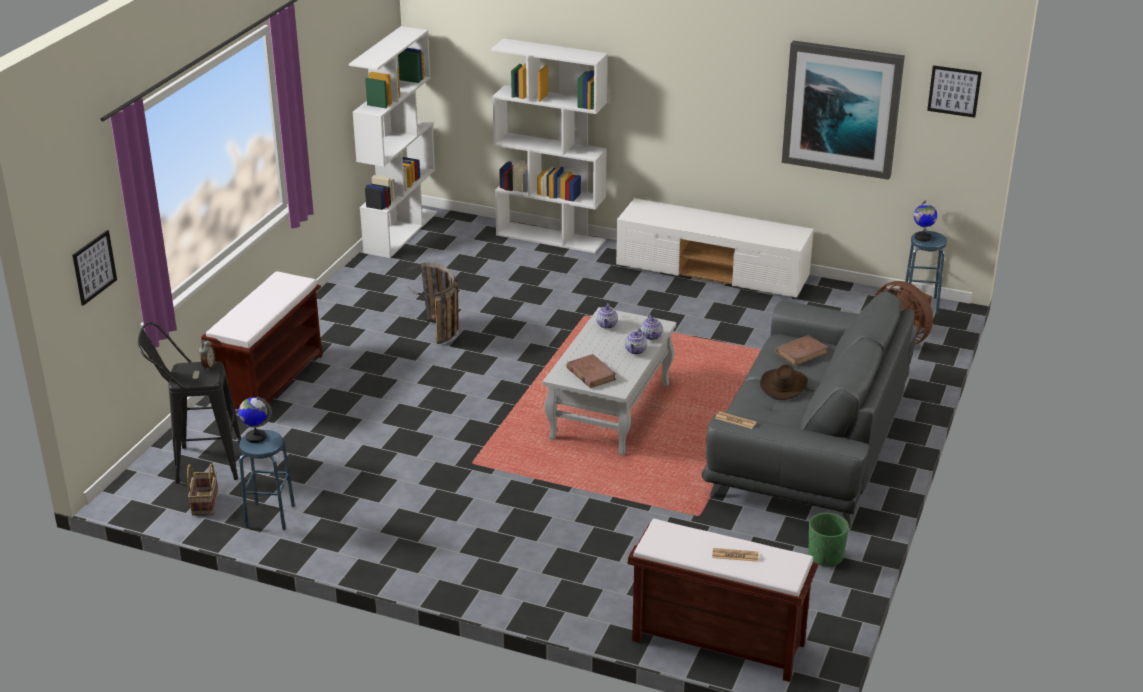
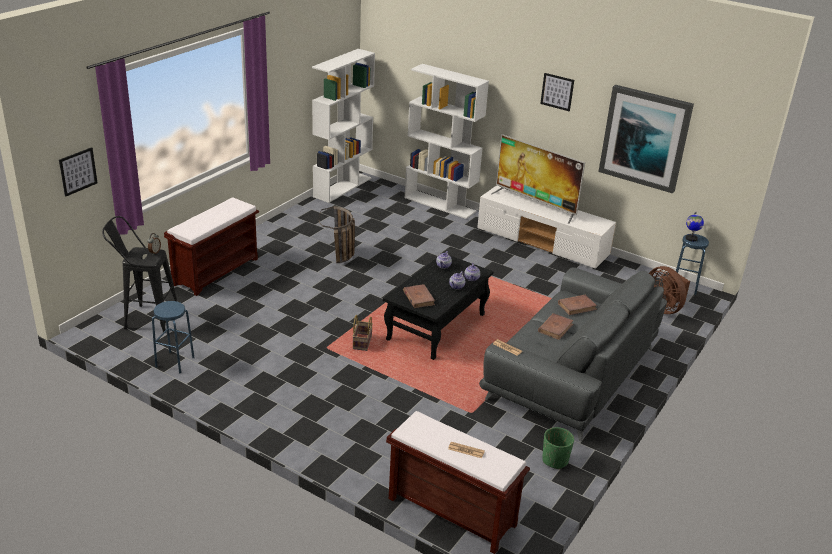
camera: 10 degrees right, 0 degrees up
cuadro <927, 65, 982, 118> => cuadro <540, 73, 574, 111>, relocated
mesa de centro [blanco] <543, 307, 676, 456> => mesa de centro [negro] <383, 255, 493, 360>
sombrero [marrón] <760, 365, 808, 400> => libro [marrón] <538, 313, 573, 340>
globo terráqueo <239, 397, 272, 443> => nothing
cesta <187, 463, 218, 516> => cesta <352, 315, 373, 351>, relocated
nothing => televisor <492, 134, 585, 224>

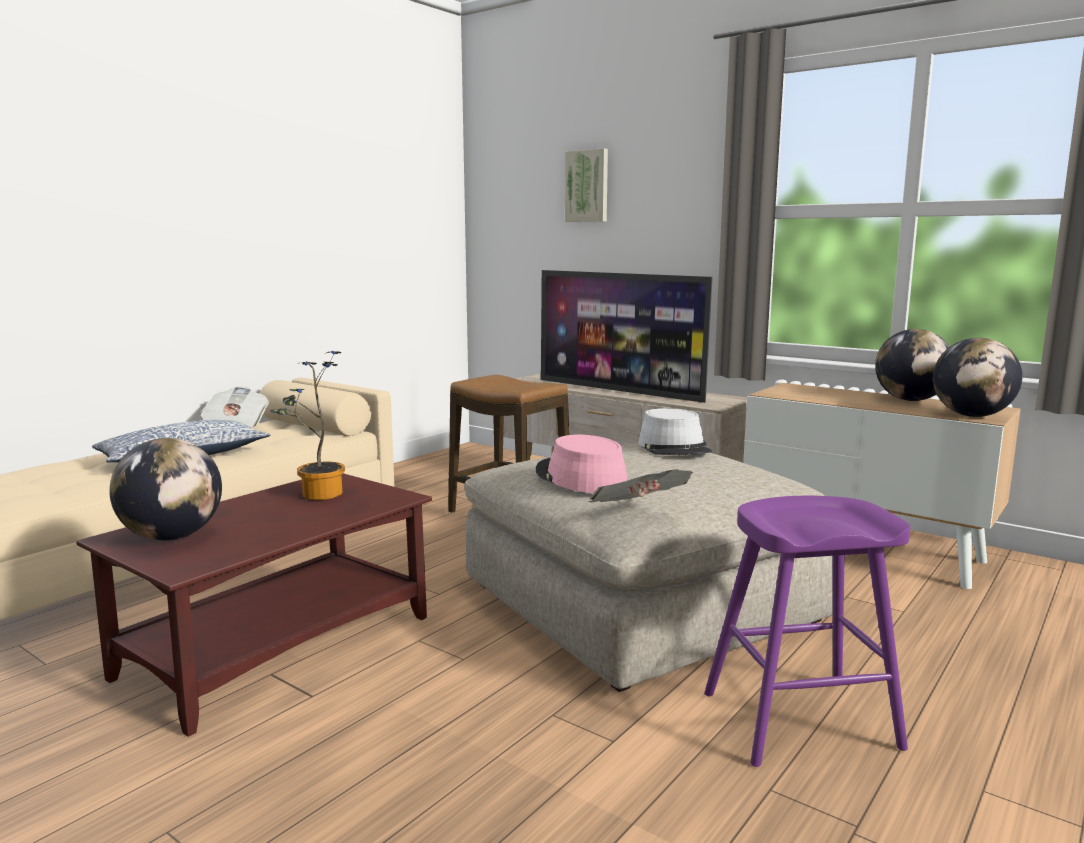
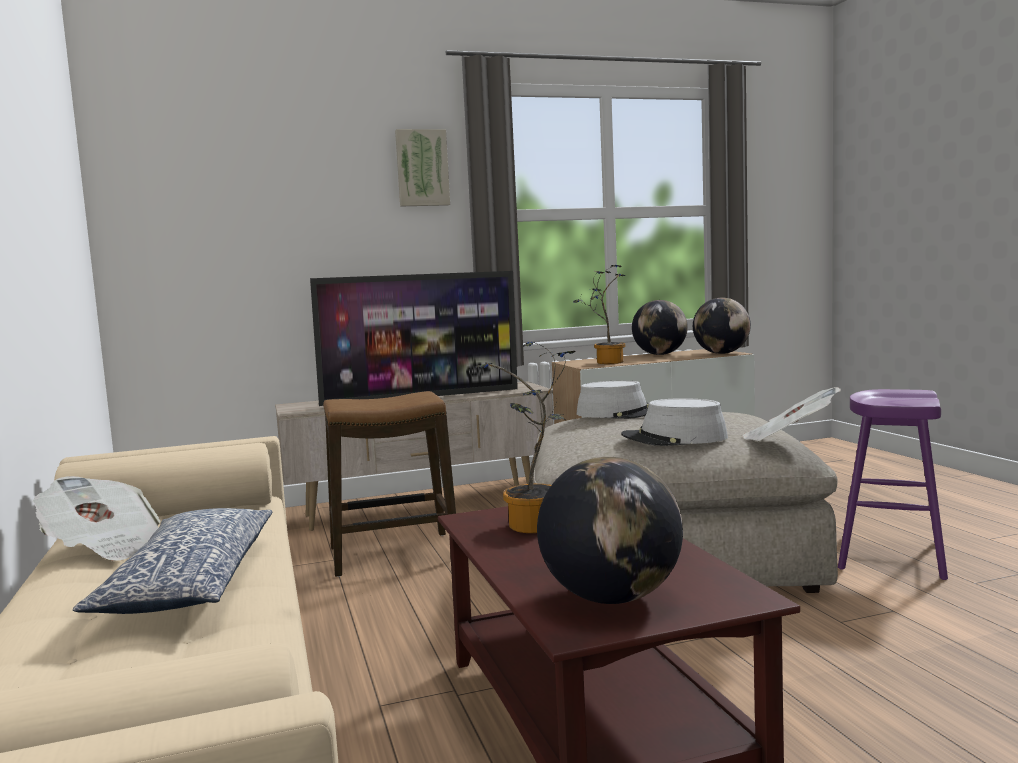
camera: 55 degrees left, 5 degrees down
cuadro <565, 148, 608, 222> => cuadro <395, 129, 450, 207>, relocated
sombrero [rosa] <536, 435, 627, 493> => sombrero [gris] <621, 398, 728, 446>
nothing => planta en maceta <573, 265, 625, 364>

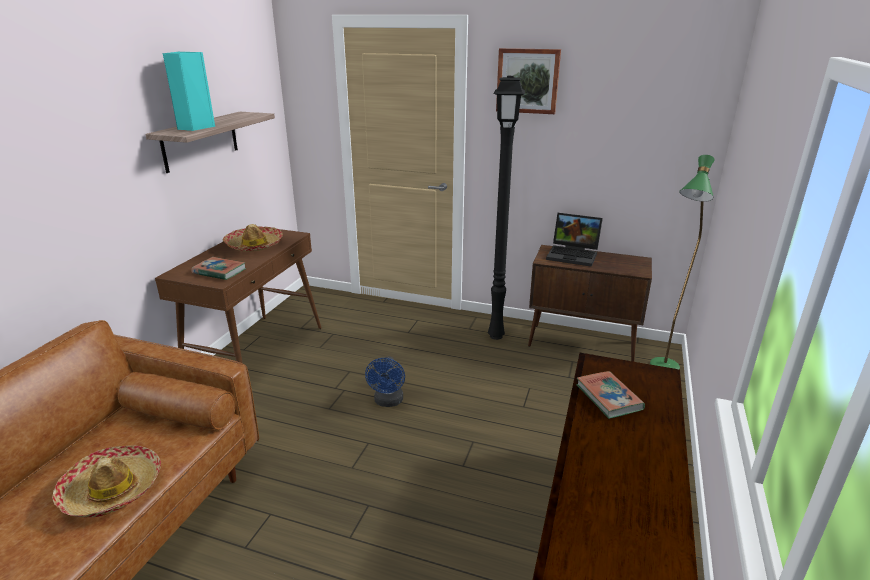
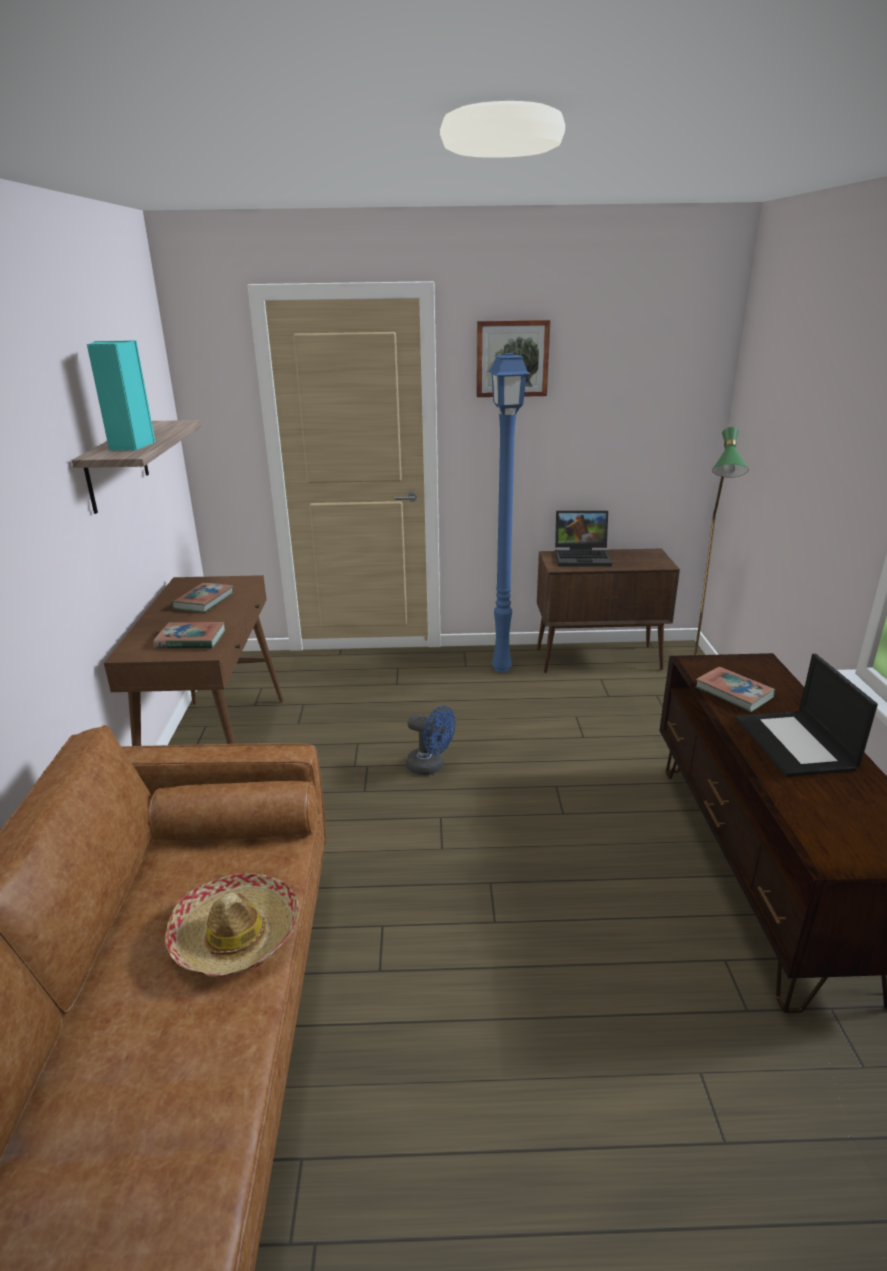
camera: 20 degrees left, 0 degrees up
lámpara de pie [negro] <488, 76, 525, 340> => lámpara de pie [azul] <487, 353, 531, 673>
sombrero <223, 224, 283, 252> => libro <172, 583, 233, 612>
ventilador [azul] <365, 356, 405, 407> => ventilador [azul] <406, 706, 455, 776>, 45 degrees counterclockwise
nothing => portátil <736, 654, 878, 777>

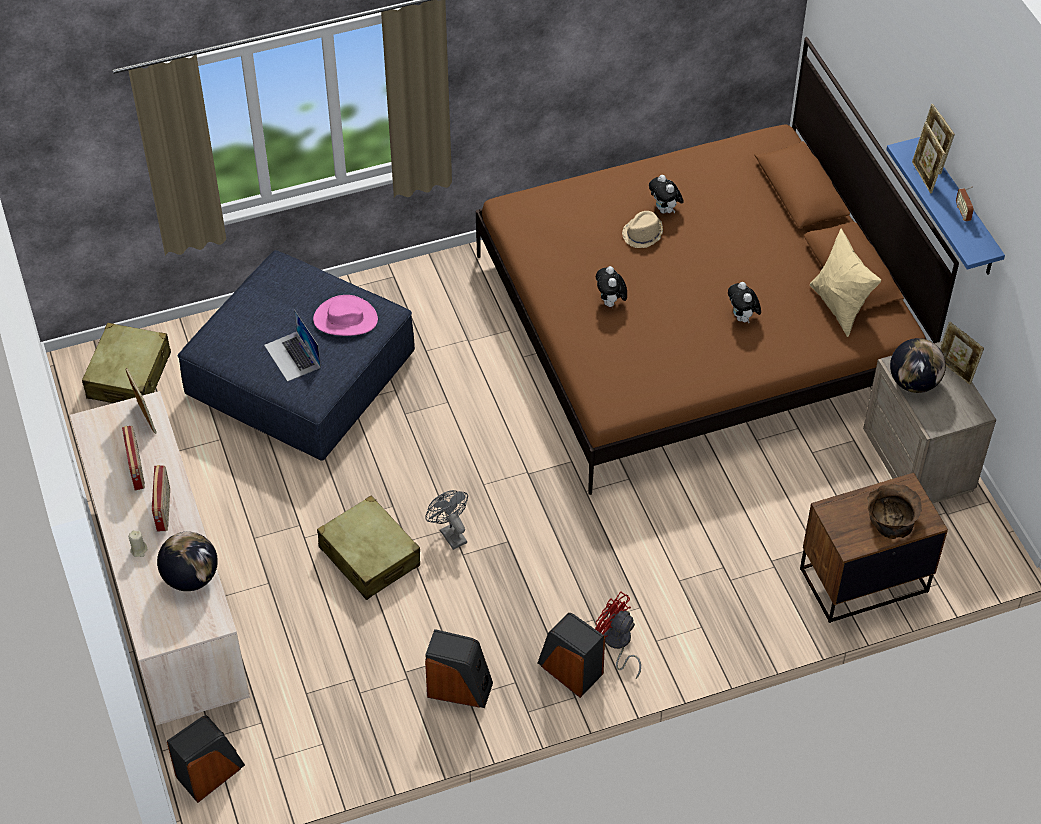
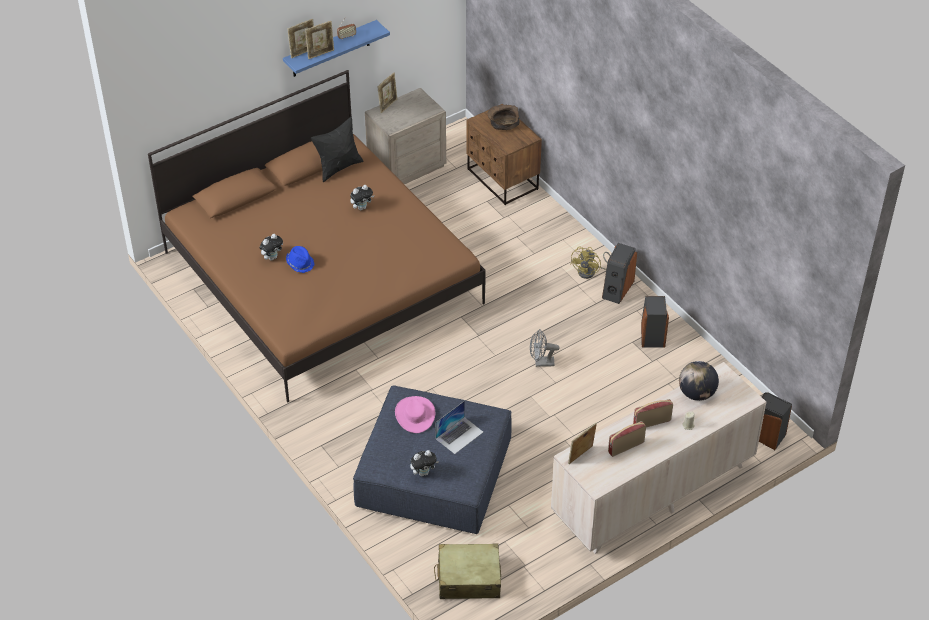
camera: 105 degrees left, 5 degrees down
sombrero [beis] <622, 211, 663, 248> => sombrero [azul] <286, 246, 314, 273>
cojín [beis] <810, 229, 881, 337> => cojín [negro] <311, 116, 363, 182>
peluche <596, 266, 627, 308> => peluche <410, 450, 439, 476>, relocated
globo terráqueo <890, 338, 946, 393> => nothing
ventilador [gris] <425, 490, 468, 550> => ventilador [gris] <530, 329, 560, 367>, 45 degrees clockwise
maleta [beis] <317, 495, 420, 600> => nothing
ventilador [rojo] <595, 592, 641, 679> => ventilador [amarillo] <570, 246, 611, 279>

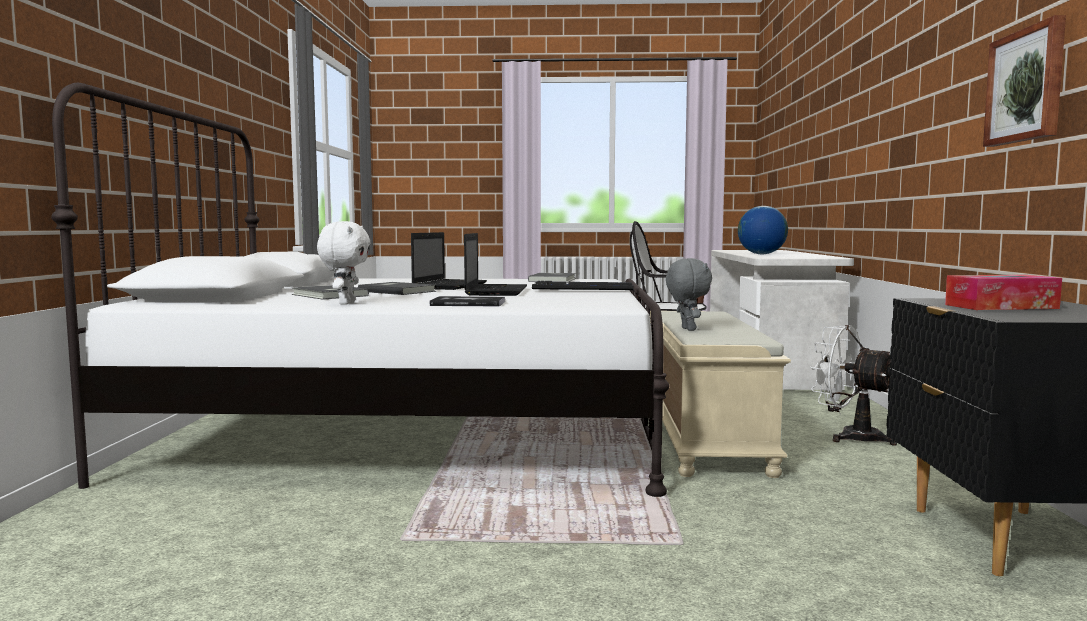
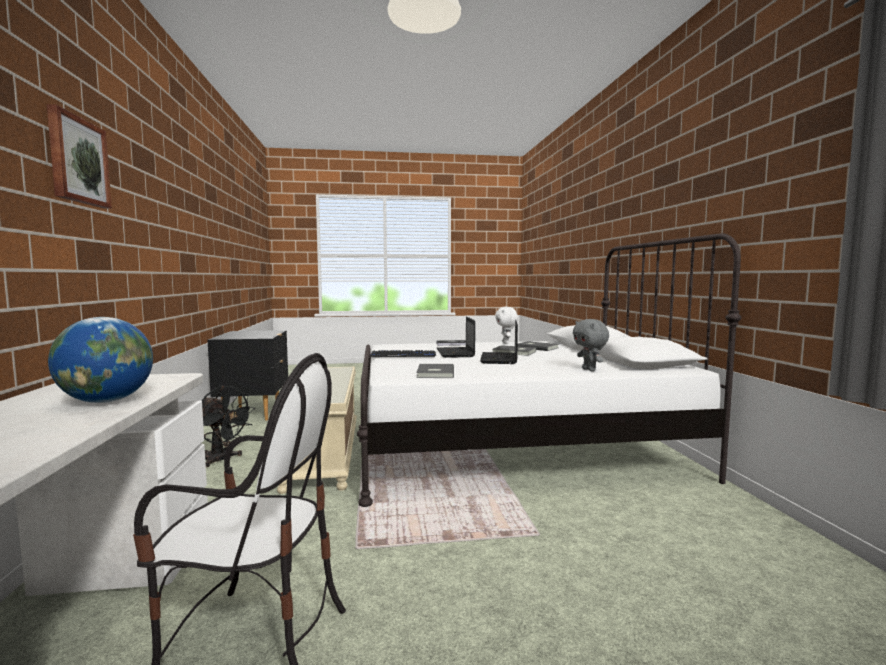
camera: 170 degrees right, 0 degrees up
cuadro <983, 15, 1066, 147> => cuadro <47, 104, 112, 209>, relocated
peluche [gris] <666, 258, 712, 331> => peluche [gris] <573, 319, 609, 371>, relocated
caja de pañuelos <945, 275, 1062, 310> => nothing
ventilador [blanco] <810, 325, 897, 446> => ventilador [negro] <202, 386, 255, 467>

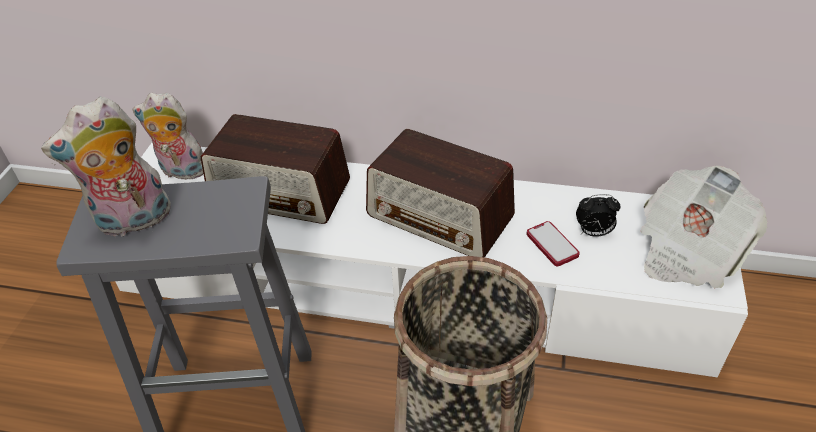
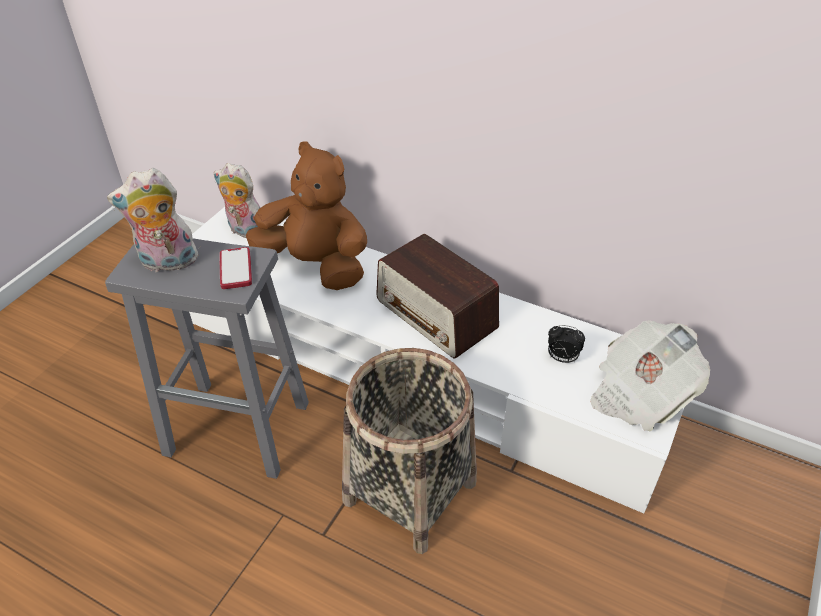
camera: 15 degrees right, 0 degrees up
radio <201, 114, 350, 224> => peluche [marrón] <246, 142, 367, 290>
móvil <526, 221, 580, 266> => móvil <220, 247, 252, 289>, relocated

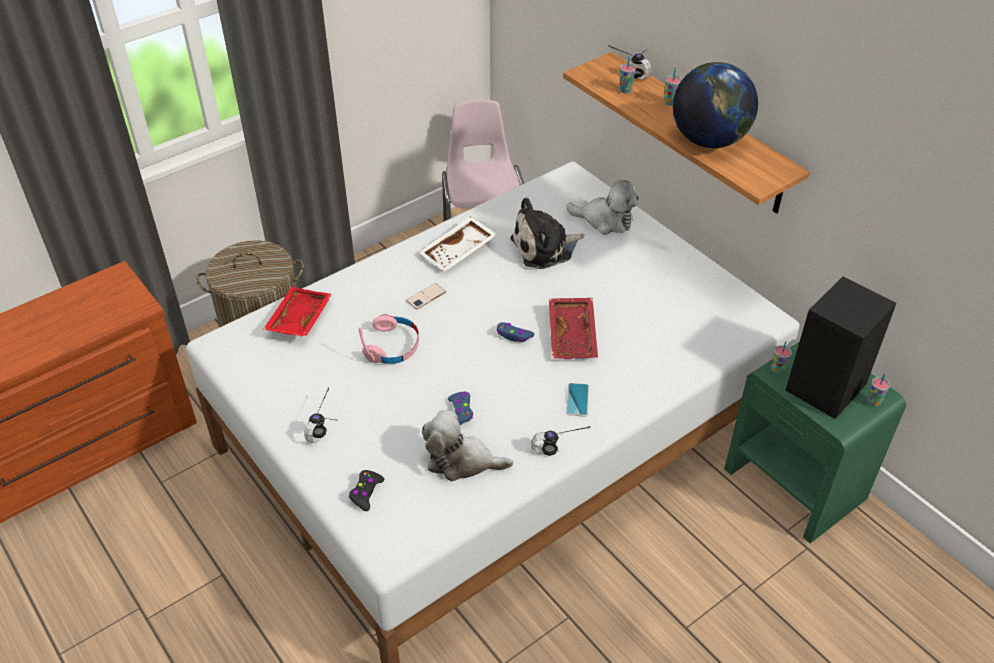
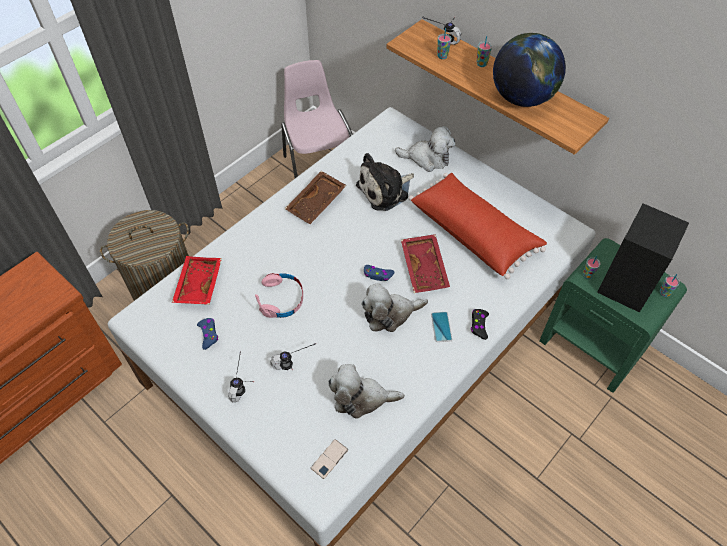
camera: 10 degrees left, 10 degrees up
bandeja [blanco] <419, 216, 497, 272> => bandeja [marrón] <285, 171, 347, 224>
móvil <406, 283, 446, 310> => móvil <311, 439, 348, 479>, relocated
mando de consola [azul] <448, 392, 473, 425> => mando de consola [azul] <197, 318, 218, 350>, relocated
auriculares <531, 426, 591, 456> => auriculares <270, 343, 316, 370>, relocated
mando de consola [negro] <349, 470, 384, 511> => mando de consola [negro] <471, 309, 489, 340>, relocated
nothing => cojín [rojo] <409, 173, 547, 279>
nothing => peluche <361, 283, 428, 332>

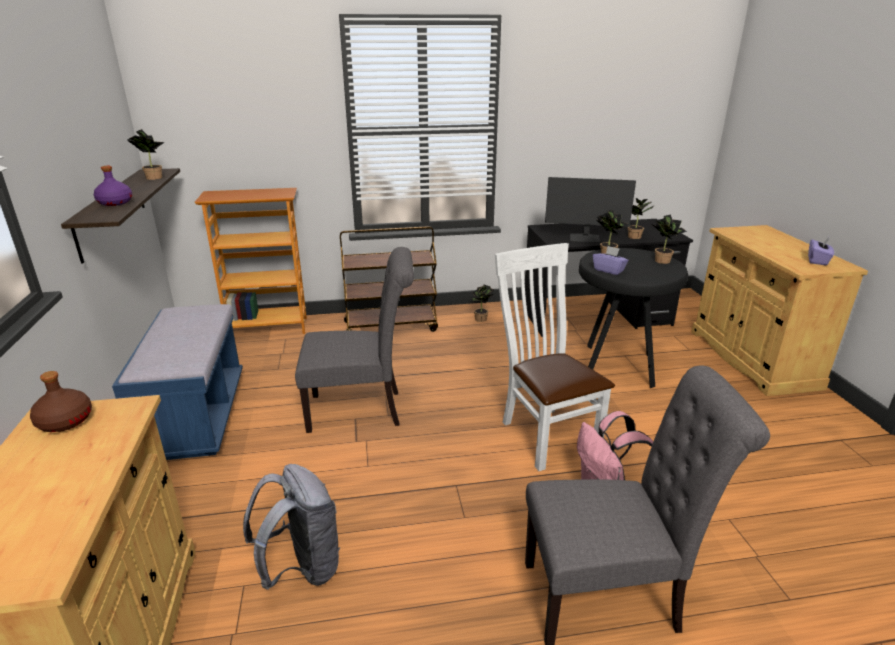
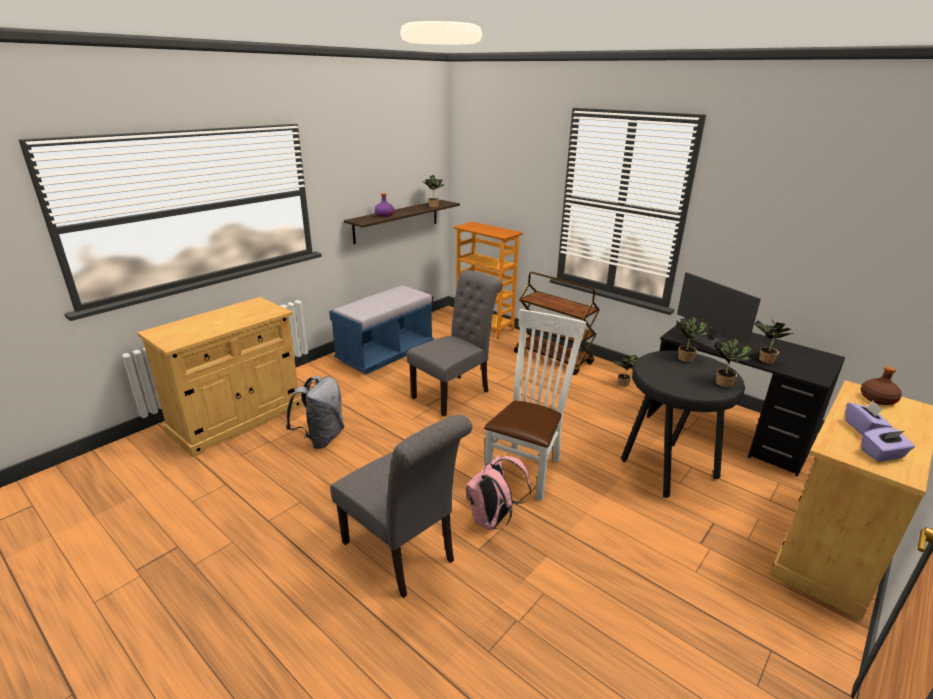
camera: 50 degrees right, 0 degrees up
caja de pañuelos [morado] <593, 246, 628, 275> => caja de pañuelos [morado] <845, 401, 892, 435>, relocated
silla [gris] <295, 247, 414, 433> => silla [gris] <407, 270, 503, 416>, 90 degrees counterclockwise
botella [marrón] <30, 371, 92, 432> => botella [marrón] <861, 366, 902, 405>, relocated

